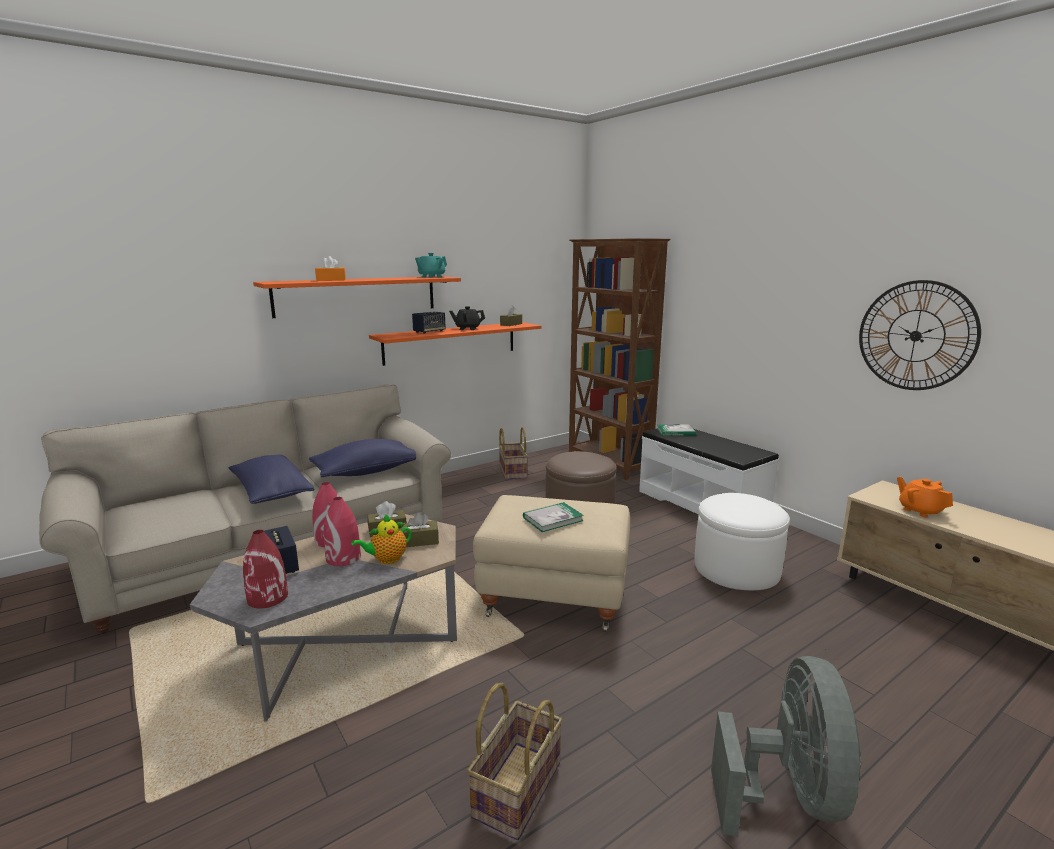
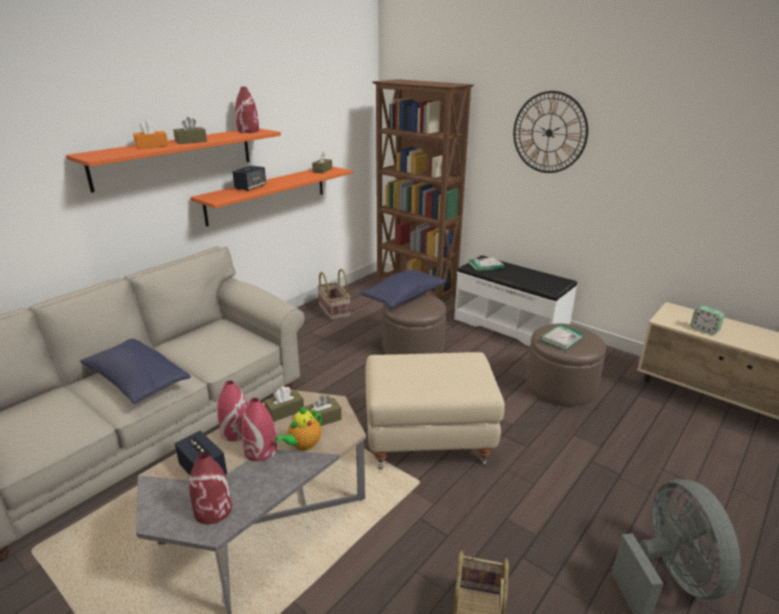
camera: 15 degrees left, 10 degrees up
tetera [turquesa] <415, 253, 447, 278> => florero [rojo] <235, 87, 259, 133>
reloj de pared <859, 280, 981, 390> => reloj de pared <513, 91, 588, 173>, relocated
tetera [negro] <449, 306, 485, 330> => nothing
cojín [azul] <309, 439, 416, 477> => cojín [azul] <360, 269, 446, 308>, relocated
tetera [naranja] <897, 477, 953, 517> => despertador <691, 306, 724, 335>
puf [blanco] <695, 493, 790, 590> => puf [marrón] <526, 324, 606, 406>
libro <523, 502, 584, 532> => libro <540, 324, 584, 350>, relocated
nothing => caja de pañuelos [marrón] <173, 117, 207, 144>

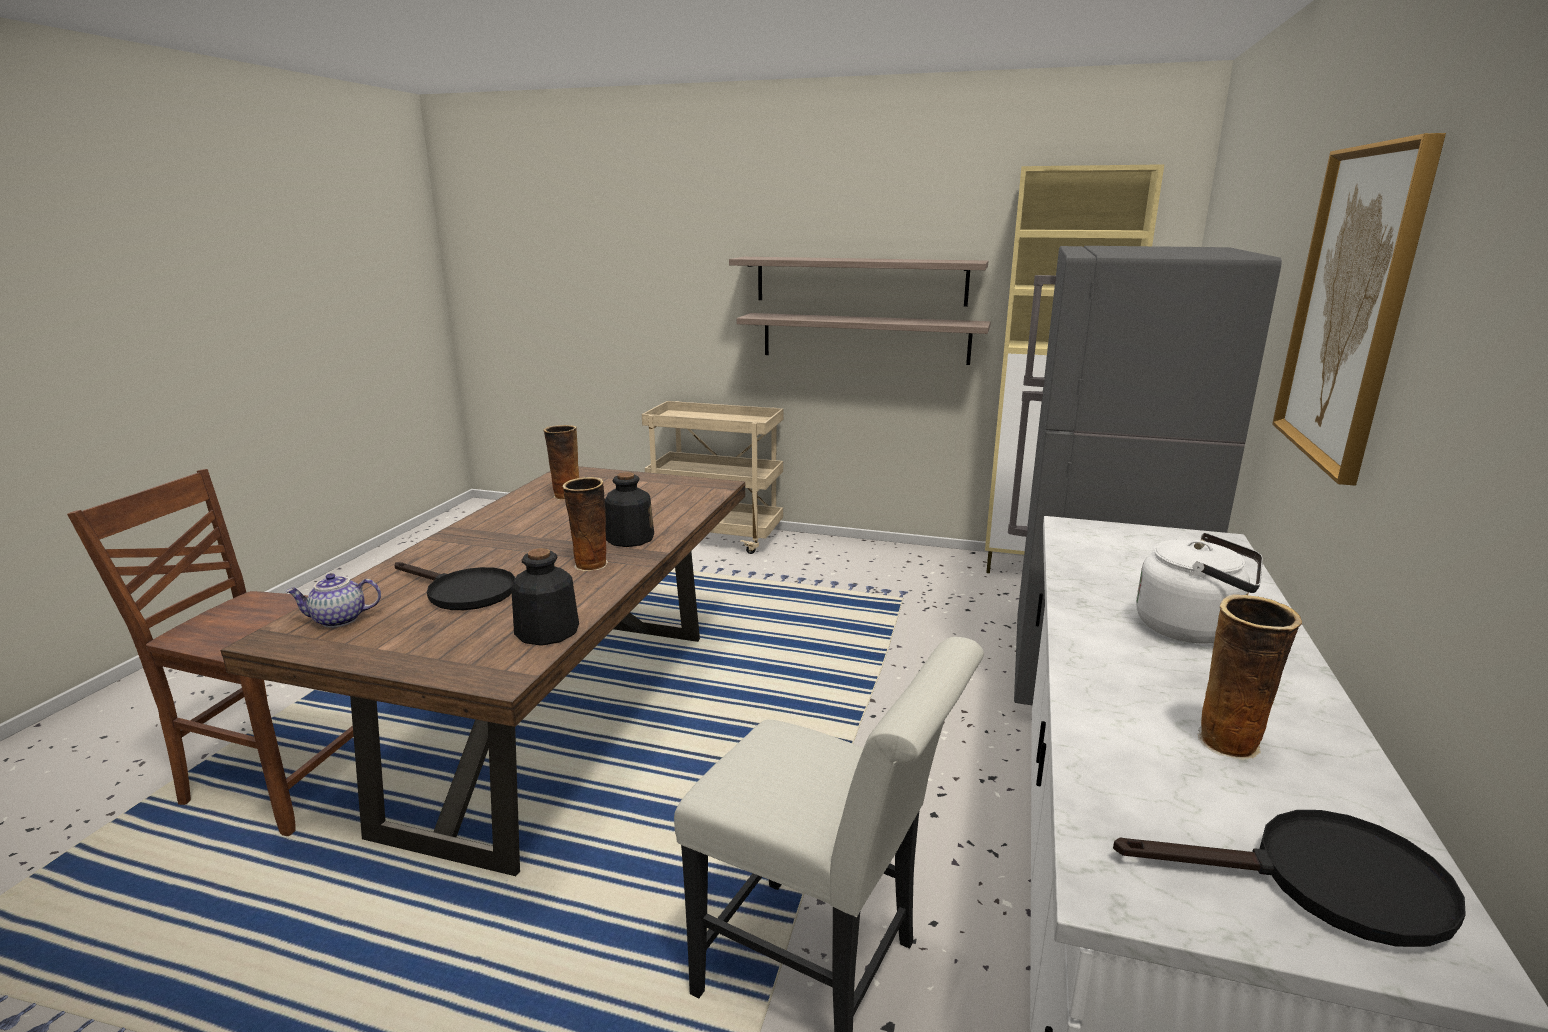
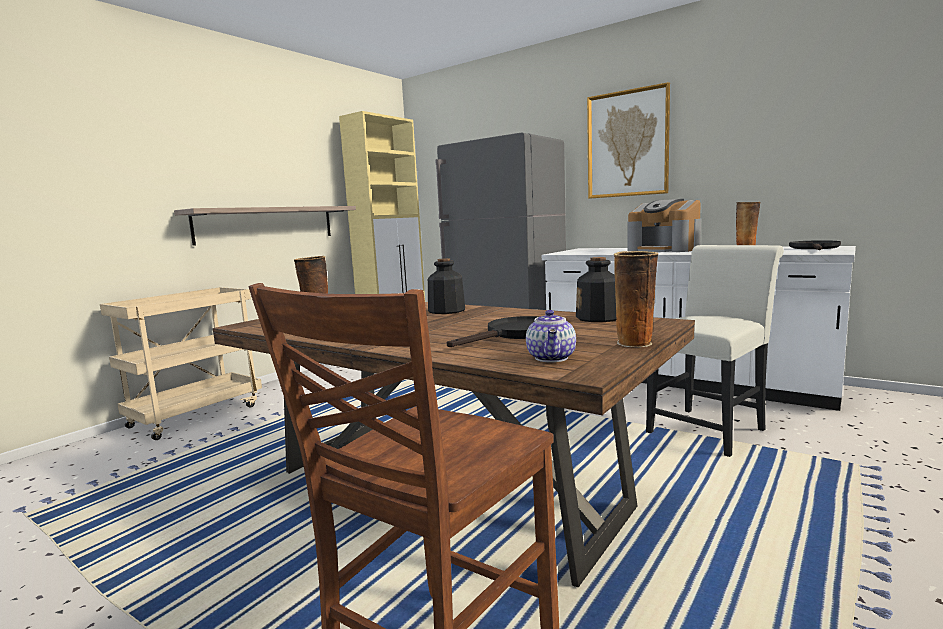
camera: 70 degrees left, 10 degrees down
estante <729, 257, 988, 307> => nothing
florero <562, 477, 608, 571> => florero <614, 251, 658, 347>, relocated
hervidor [blanco] <1136, 533, 1263, 643> => cafetera <627, 199, 701, 252>

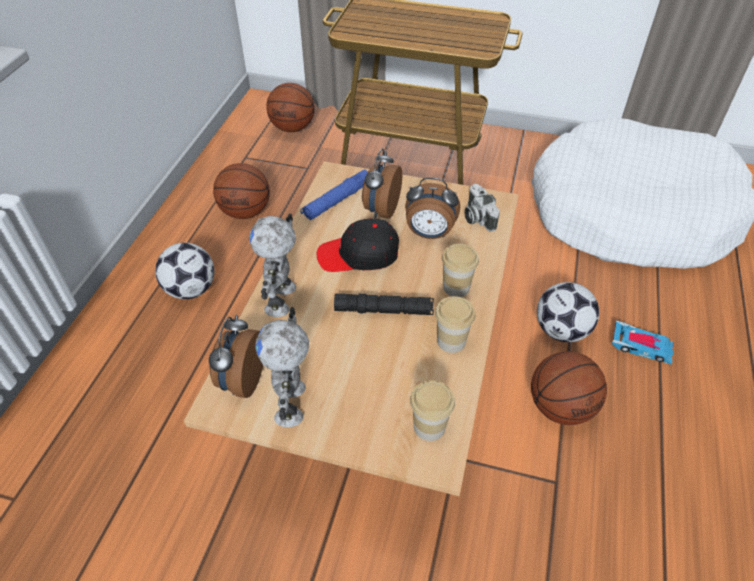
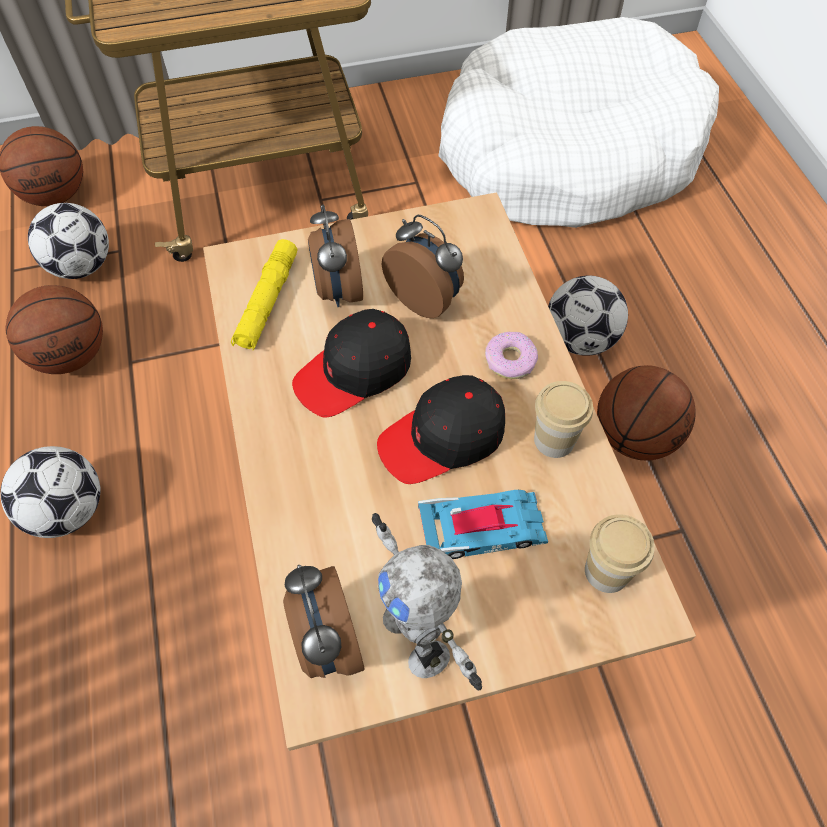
camera: 30 degrees left, 10 degrees up
linterna [azul] <300, 170, 368, 220> => linterna [amarillo] <231, 239, 298, 351>
despertador <405, 177, 460, 239> => despertador <382, 215, 464, 318>, 120 degrees counterclockwise
cámara <464, 184, 500, 232> => nothing
robot de juguete <249, 213, 296, 317> => nothing
taza <442, 244, 479, 297> => rosquilla <485, 332, 538, 379>
linterna [negro] <334, 293, 434, 315> => gorra [negro] <377, 375, 505, 484>
coche de juguete <612, 321, 674, 364> => coche de juguete <418, 490, 548, 559>, relocated
nothing => balón de fútbol <28, 203, 109, 279>

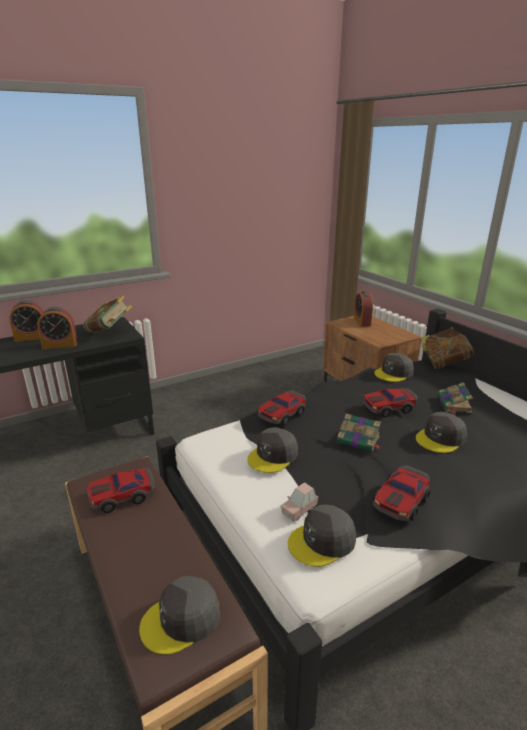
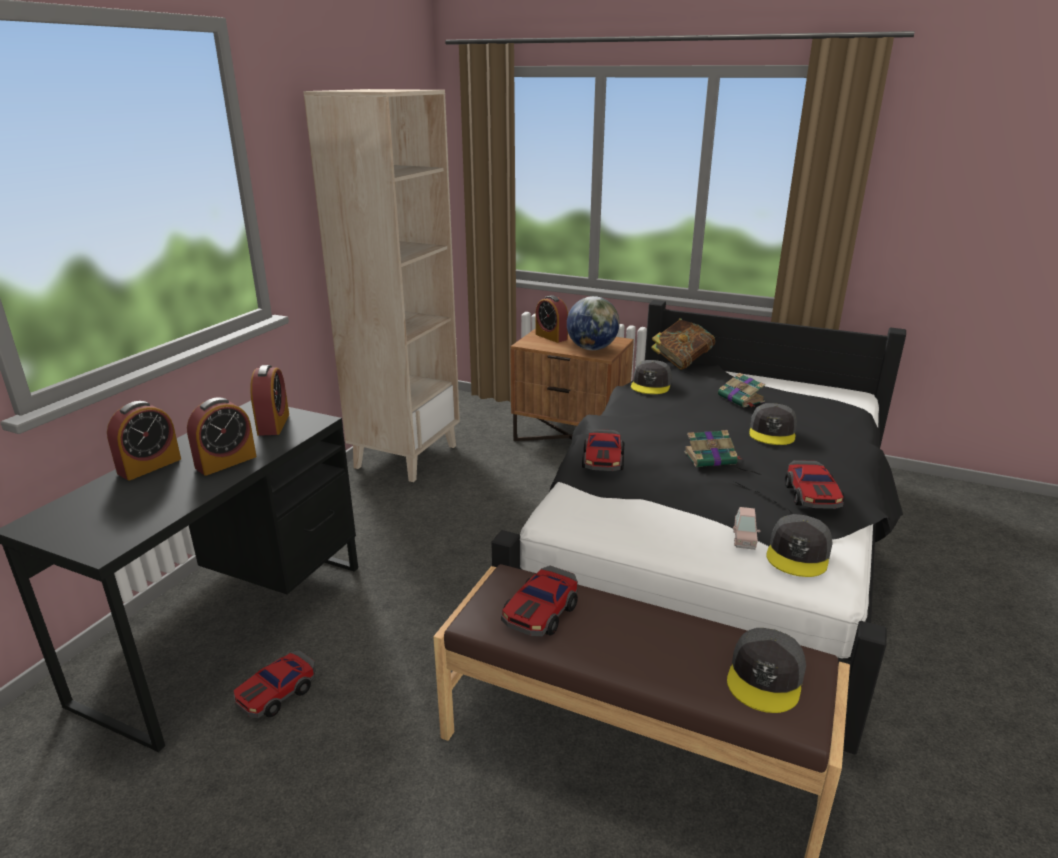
camera: 35 degrees left, 0 degrees up
libro <83, 296, 132, 333> => despertador <250, 365, 289, 436>
coche de juguete <363, 388, 418, 417> => coche de juguete <234, 650, 316, 718>, relocated
gorra [gris] <247, 427, 298, 473> => nothing
nothing => estantería [beis] <303, 89, 460, 482>
nothing => globo terráqueo <567, 296, 620, 350>

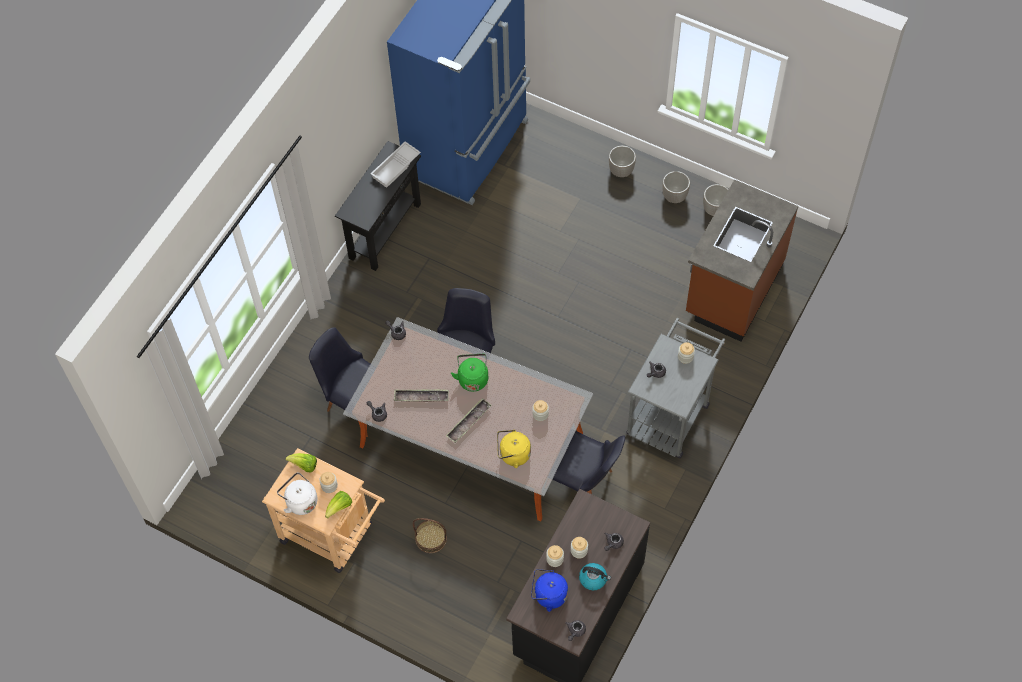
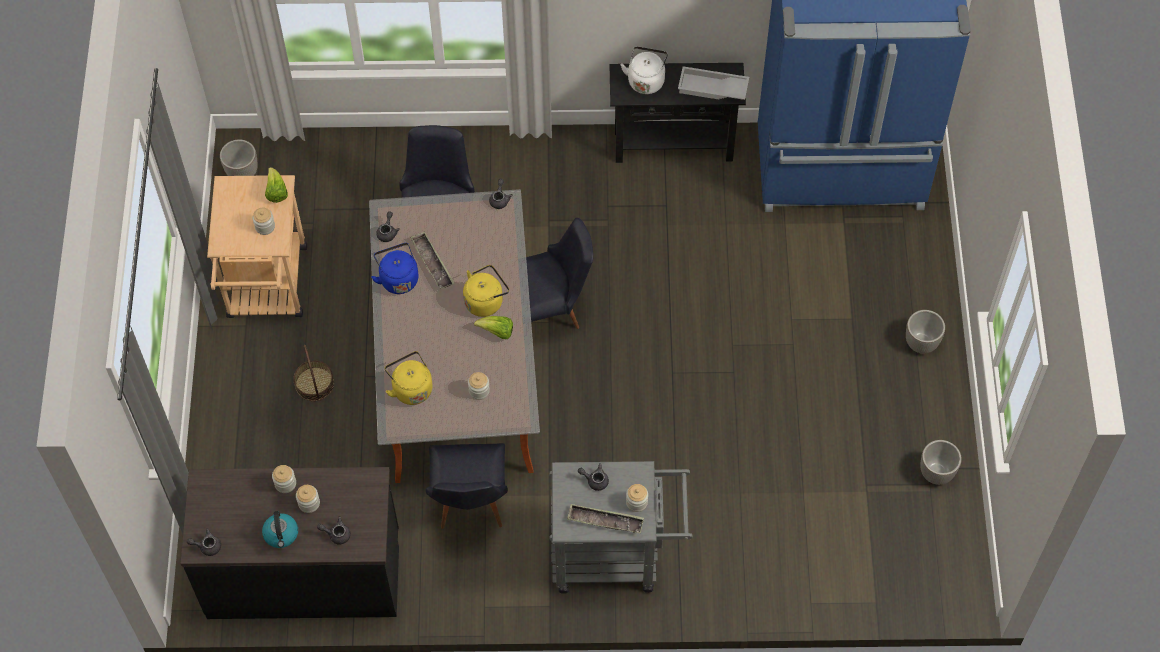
camera: 60 degrees right, 0 degrees up
maceta <662, 171, 690, 203> => maceta <220, 139, 258, 176>, relocated
mueble bajo de cocina [marrón] <686, 179, 798, 342> => nothing
hervidor [verde] <451, 354, 488, 392> => hervidor [amarillo] <463, 265, 509, 317>
bandeja <446, 398, 492, 443> => bandeja <567, 504, 644, 533>, relocated
hervidor [blanco] <277, 472, 318, 515> => hervidor [blanco] <620, 46, 668, 94>, relocated
lechuga <325, 491, 352, 519> => lechuga <474, 316, 513, 339>, relocated
hervidor [azul] <531, 569, 568, 612> => hervidor [azul] <371, 243, 419, 294>, relocated

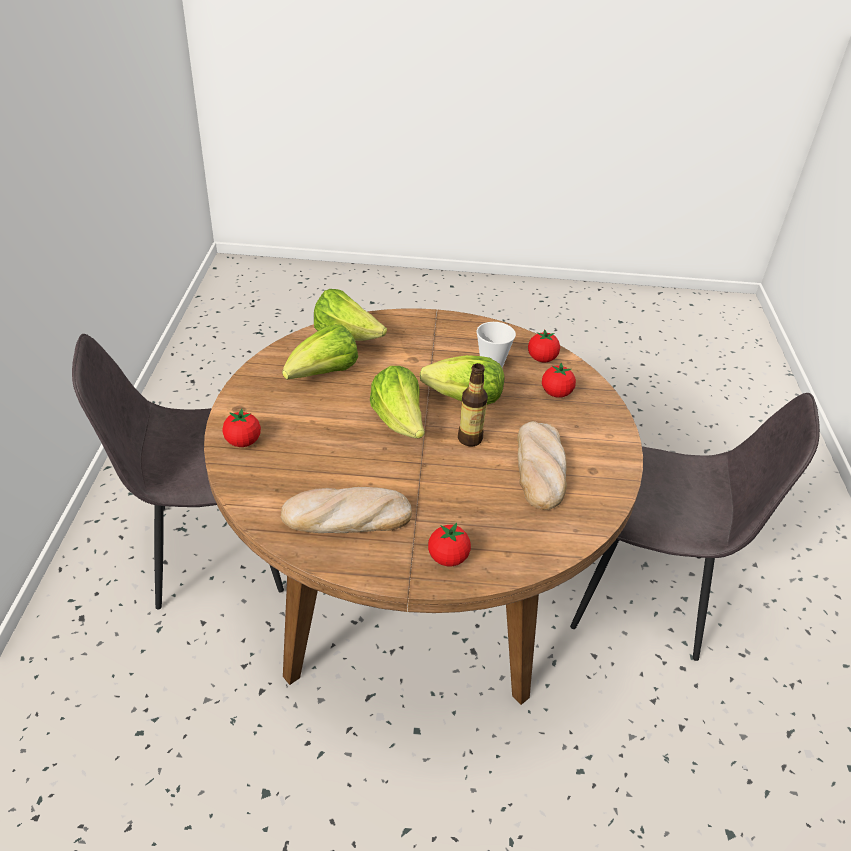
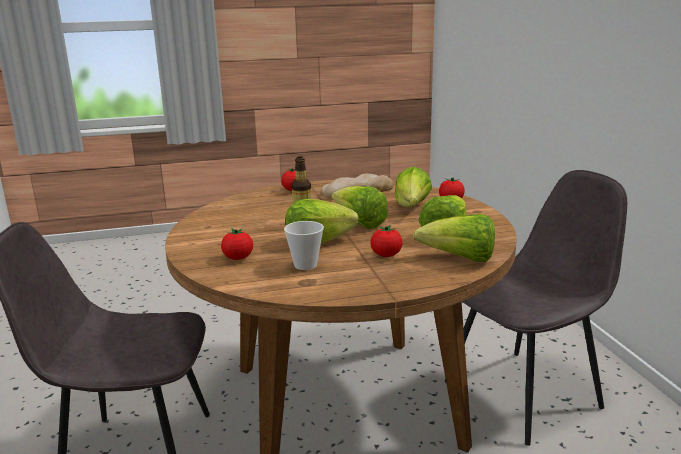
camera: 165 degrees right, 20 degrees down
tomate <528, 329, 560, 362> => tomate <370, 225, 403, 257>, relocated
pan <517, 421, 567, 510> => nothing
nothing => lechuga <395, 167, 432, 207>

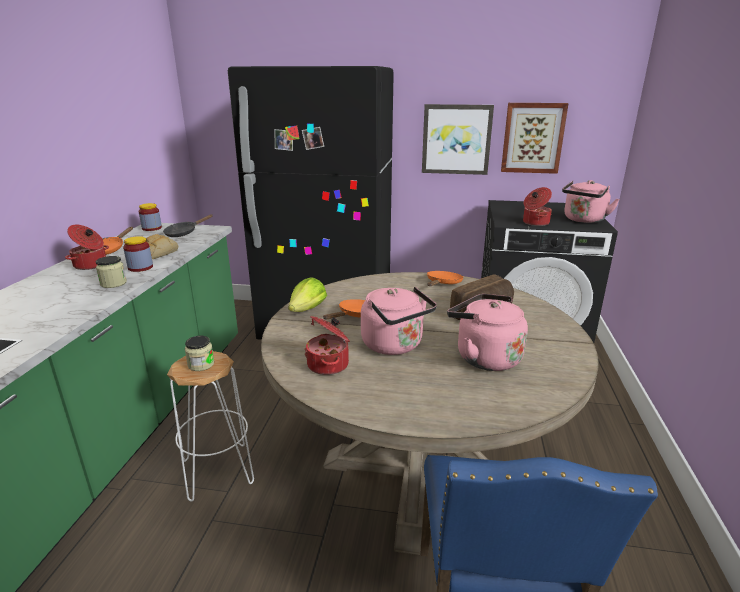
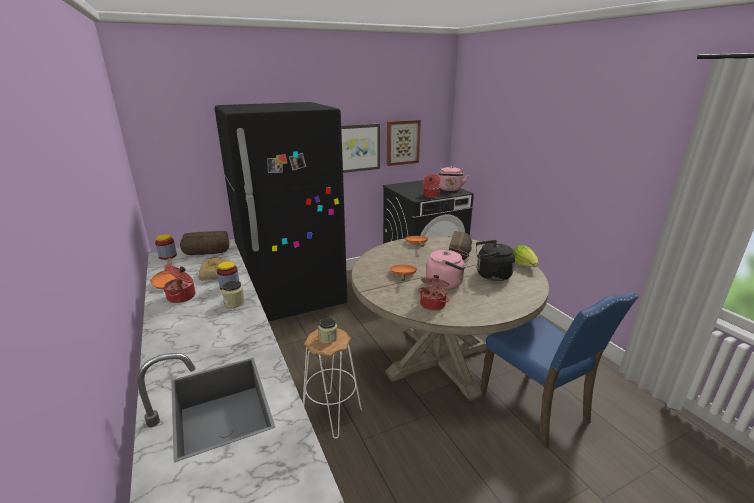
camera: 35 degrees left, 0 degrees up
sartén [negro] <163, 214, 213, 237> => pan <180, 231, 229, 255>
lechuga <288, 278, 327, 312> => lechuga <513, 245, 538, 267>, relocated
hervidor [rosa] <447, 294, 528, 371> => hervidor [negro] <476, 240, 515, 281>

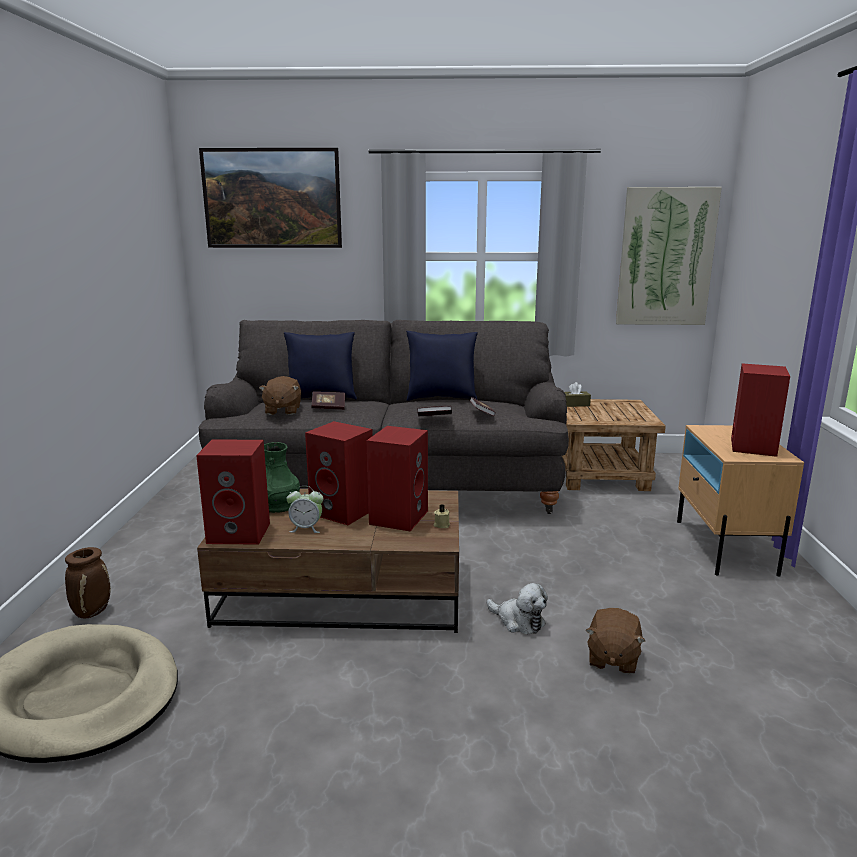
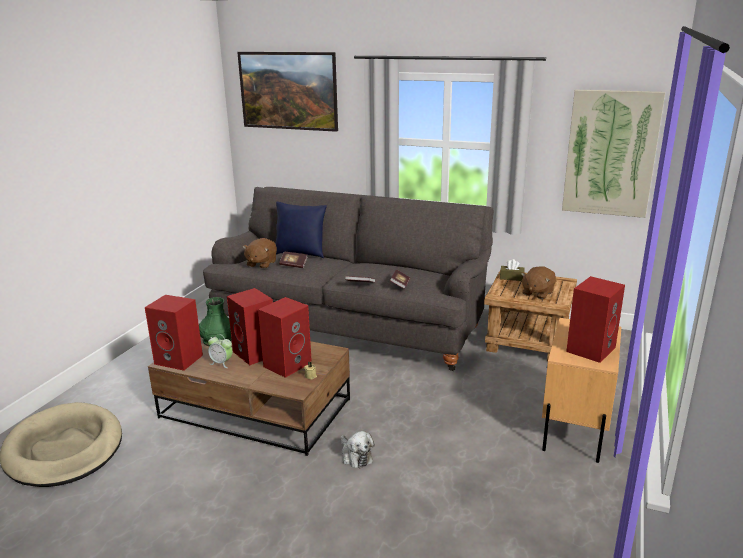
camera: 20 degrees right, 5 degrees up
cojín [azul] <406, 331, 478, 401> => nothing
florero [marrón] <65, 547, 111, 618> => nothing
peluche [marrón] <585, 608, 645, 674> => peluche [marrón] <521, 266, 556, 299>, relocated

